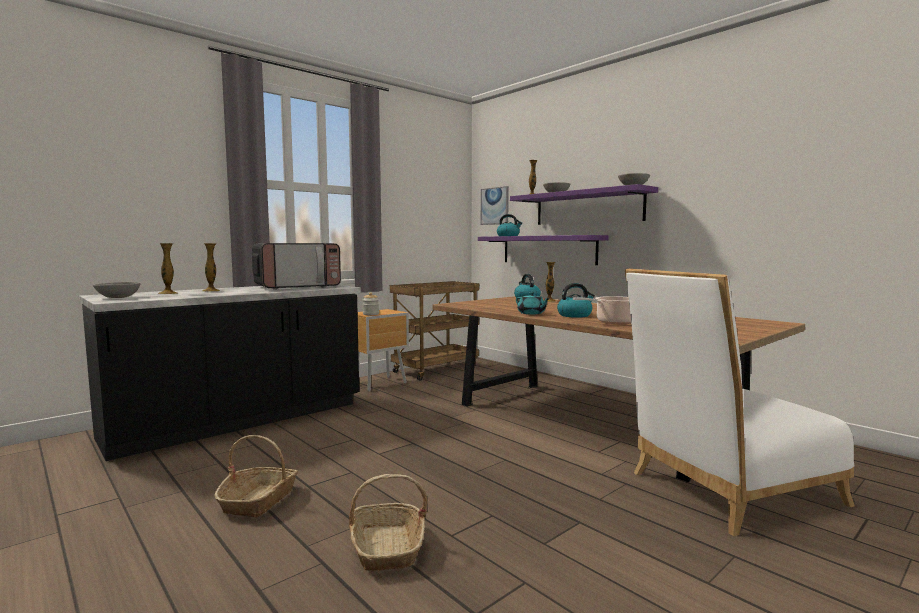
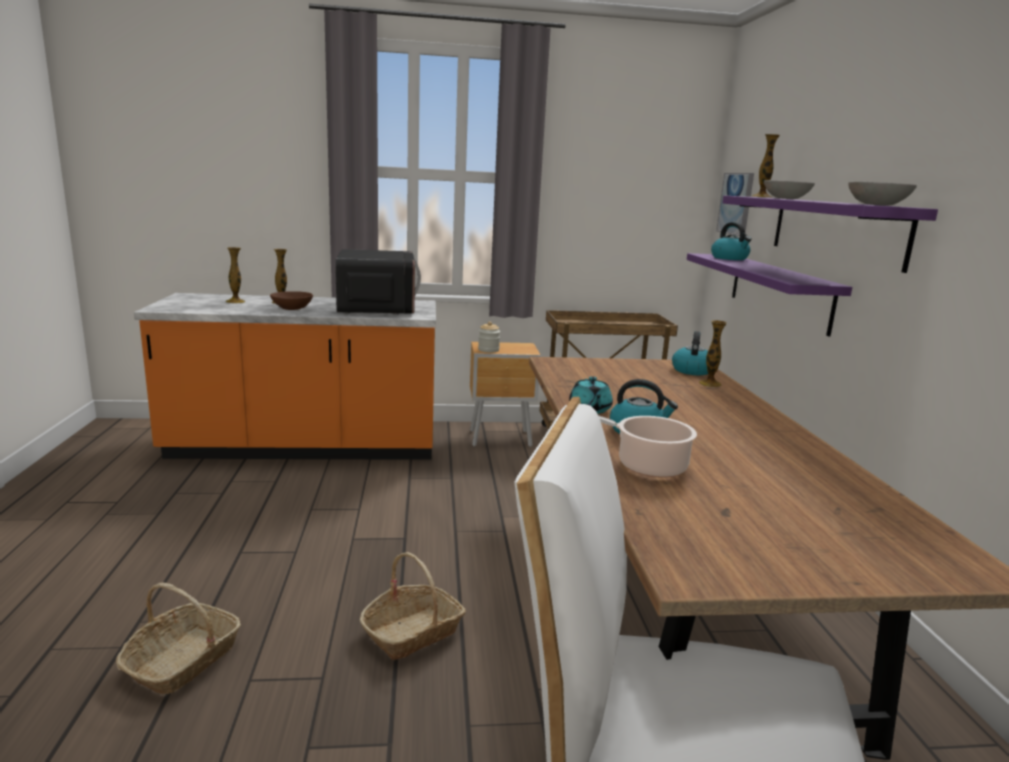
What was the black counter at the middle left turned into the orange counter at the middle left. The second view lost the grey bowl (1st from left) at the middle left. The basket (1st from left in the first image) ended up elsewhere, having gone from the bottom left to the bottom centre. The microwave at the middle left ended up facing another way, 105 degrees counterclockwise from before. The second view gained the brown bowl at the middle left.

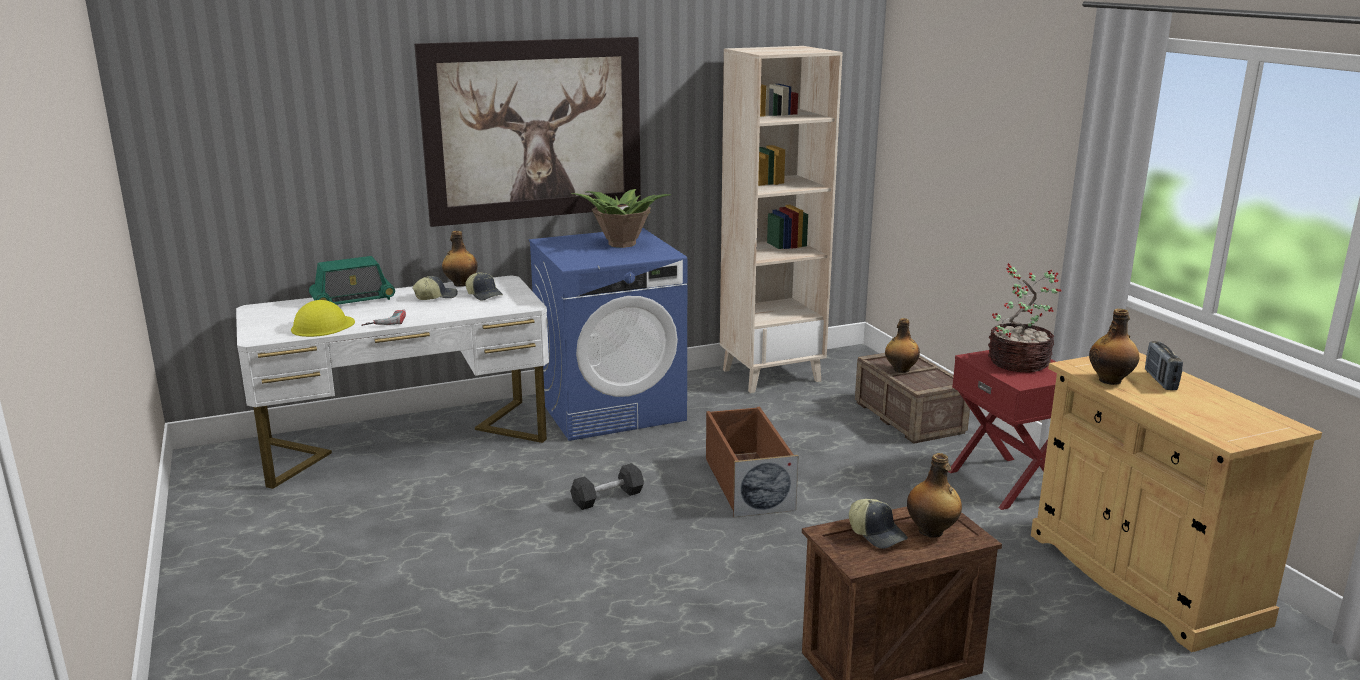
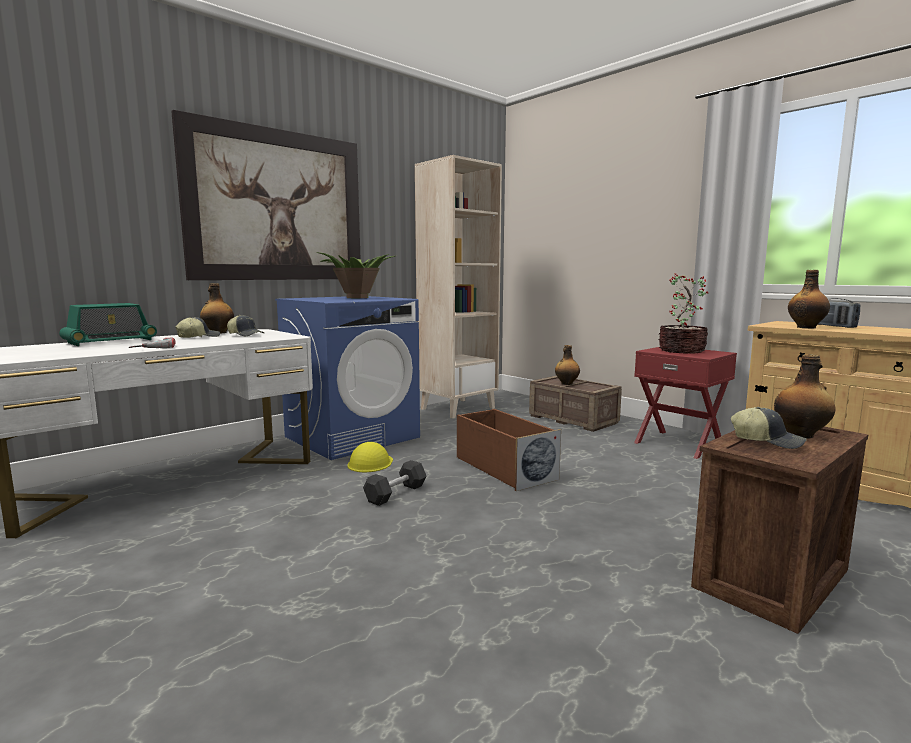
The yellow hard hat ended up elsewhere, having gone from the middle left to the centre.

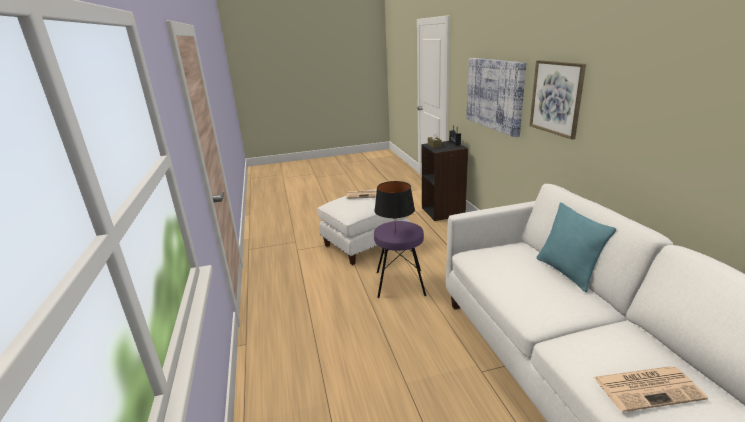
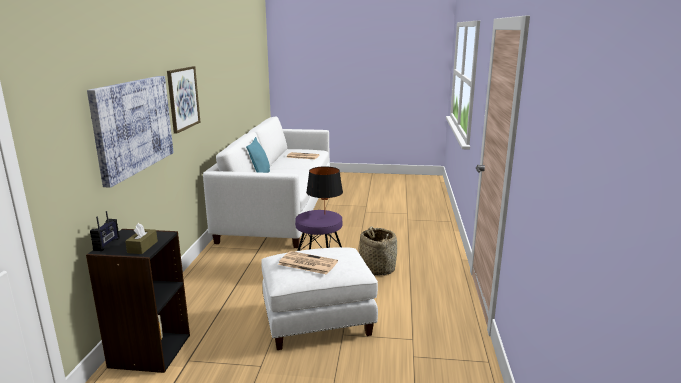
The second view gained the basket at the centre.

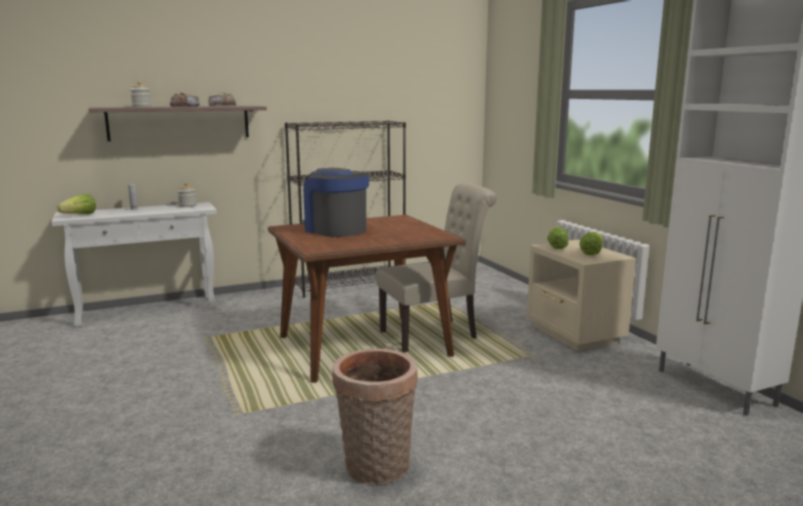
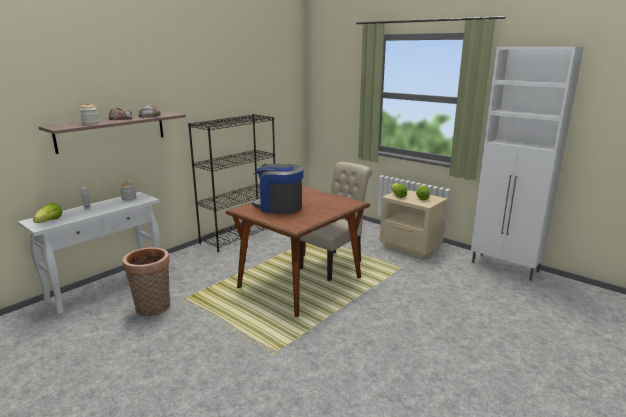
The basket ended up elsewhere, having gone from the bottom centre to the bottom left.

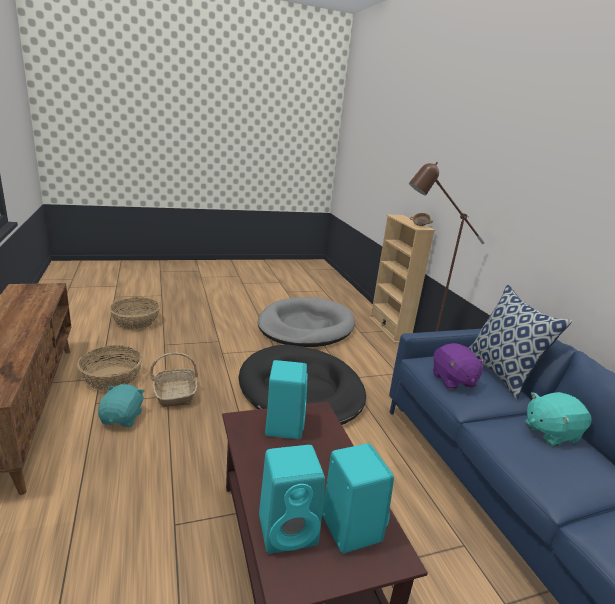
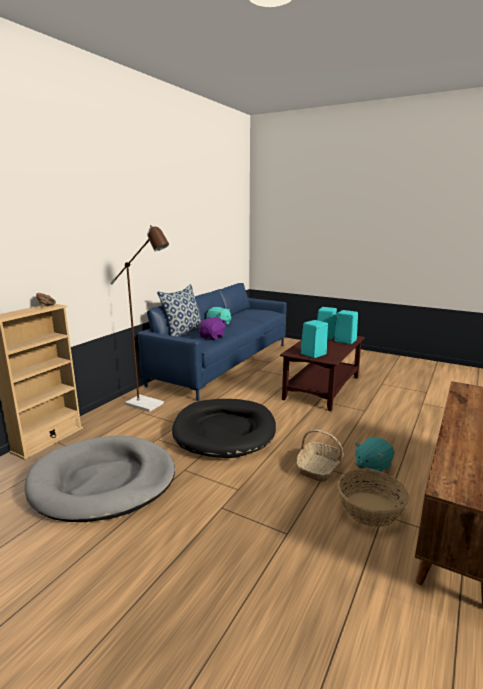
The second view lost the basket (2nd from left) at the middle left.

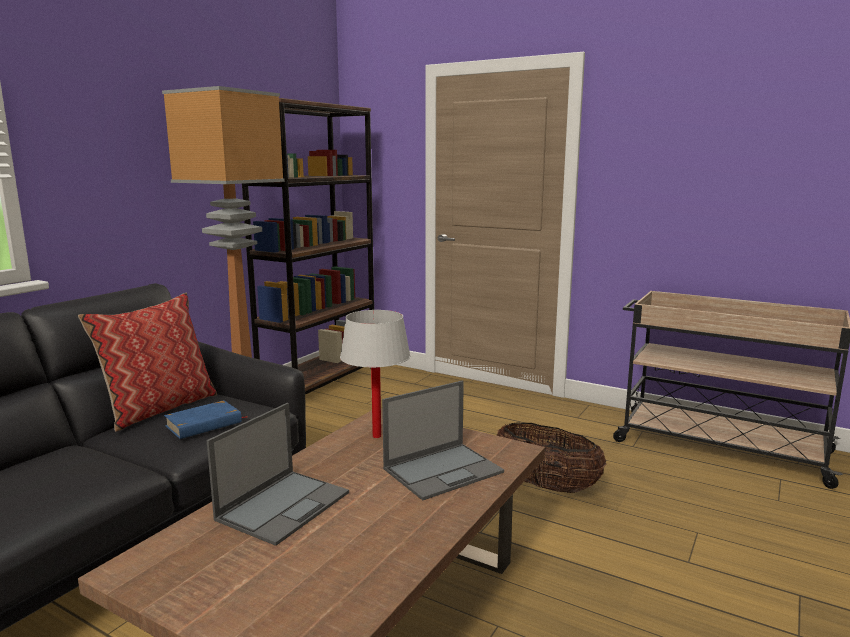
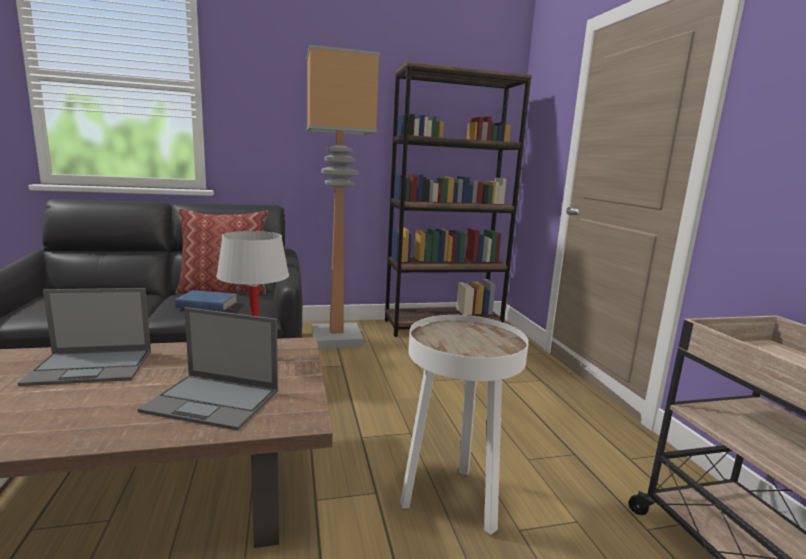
Where the basket stood at the bottom centre, the white side table came to stand at the bottom centre.

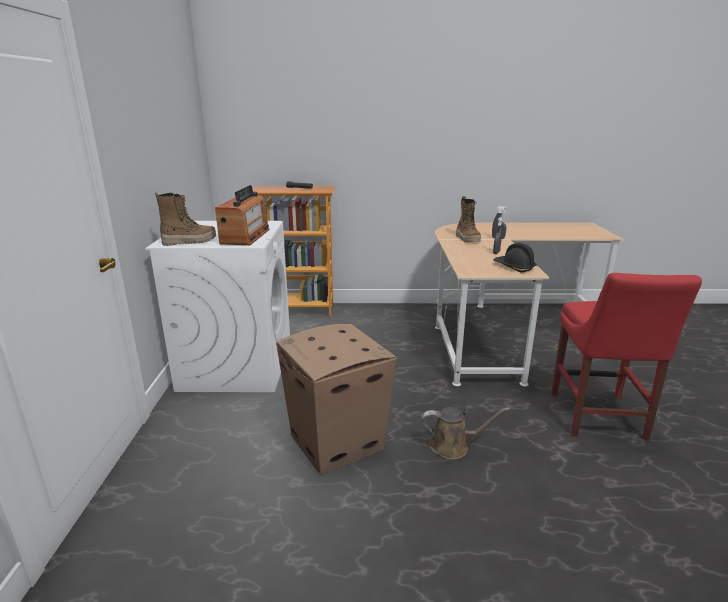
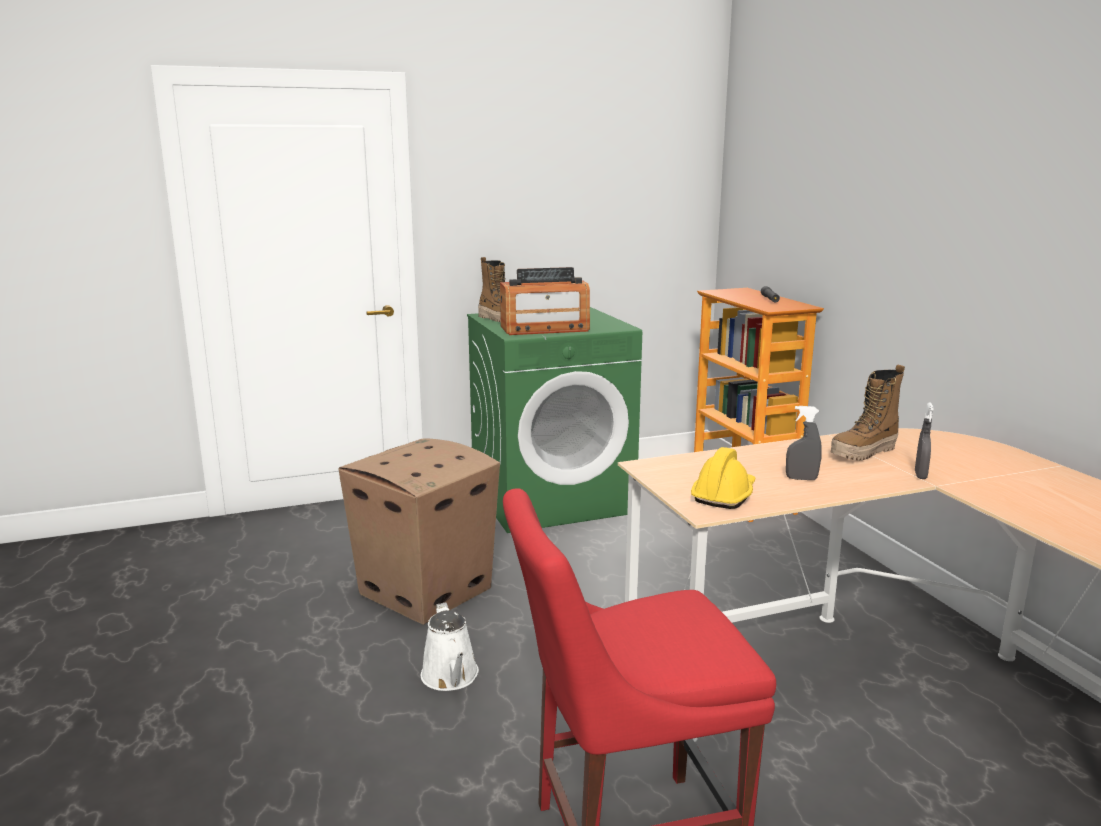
What was the white washing machine at the middle left turned into the green washing machine at the centre. What was the brown watering can at the bottom centre turned into the white watering can at the bottom centre. What was the black hard hat at the middle right turned into the yellow hard hat at the centre.

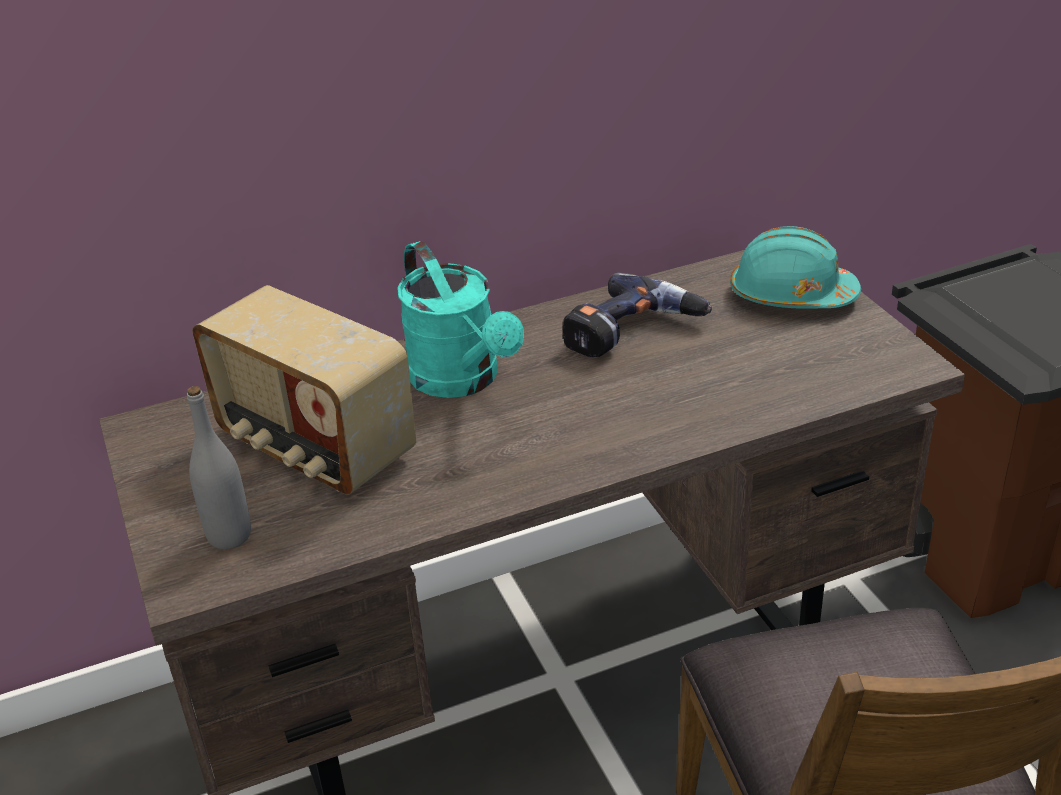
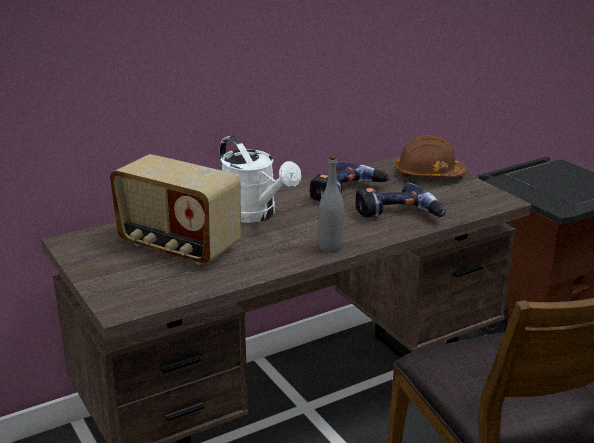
The grey bottle ended up elsewhere, having gone from the middle left to the centre. What was the turquoise watering can at the centre turned into the white watering can at the centre. What was the turquoise hard hat at the middle right turned into the brown hard hat at the middle right. The second view gained the power drill (2nd from left) at the middle right.

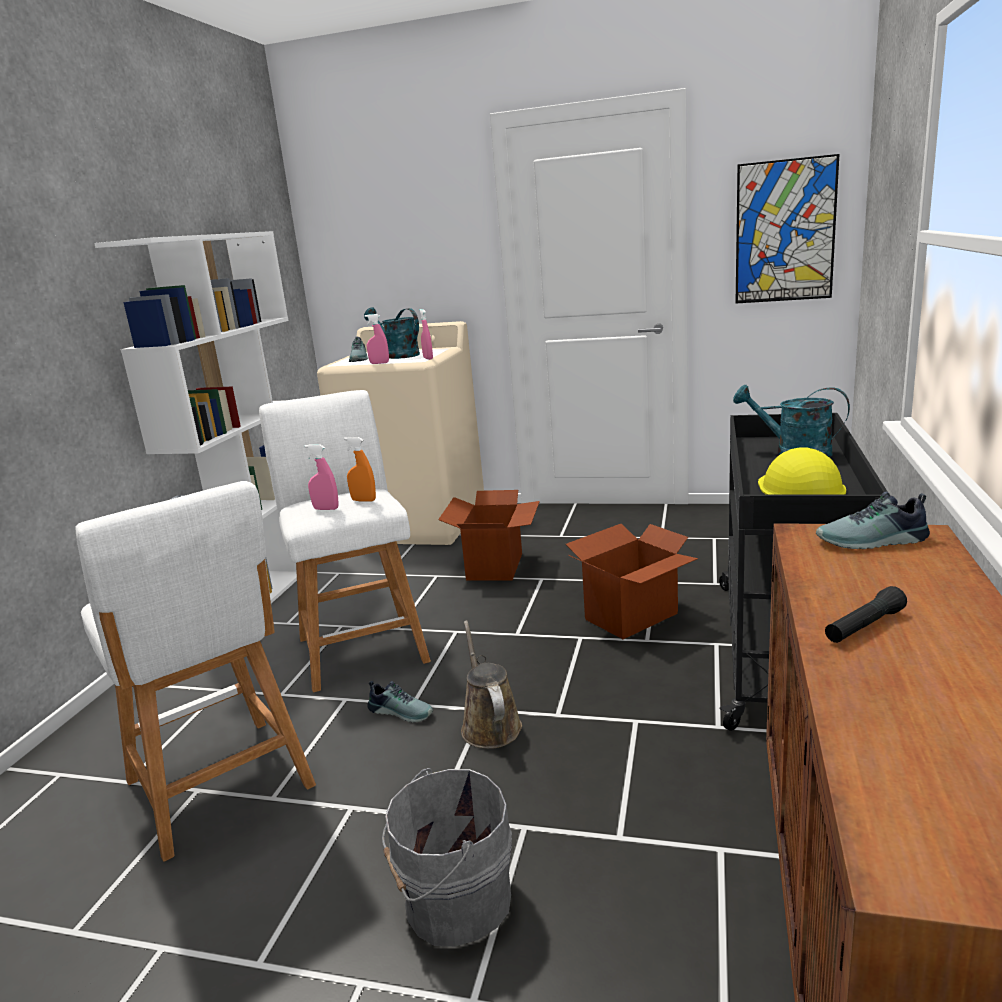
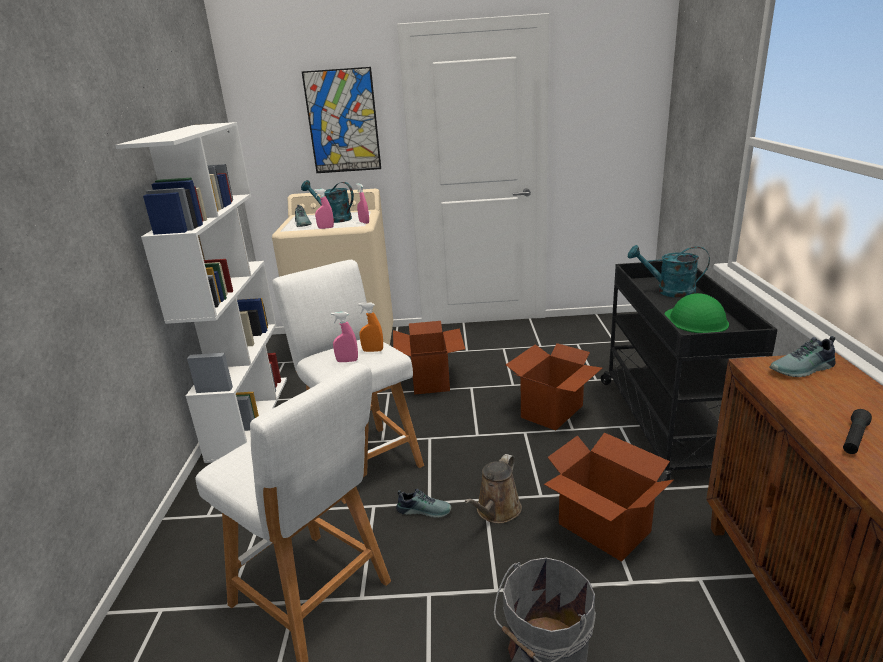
The brown watering can at the bottom centre ended up facing another way, 120 degrees counterclockwise from before. The picture ended up elsewhere, having gone from the top right to the top centre. What was the yellow hard hat at the middle right turned into the green hard hat at the middle right. The second view gained the cardboard box (3rd from left) at the bottom right.

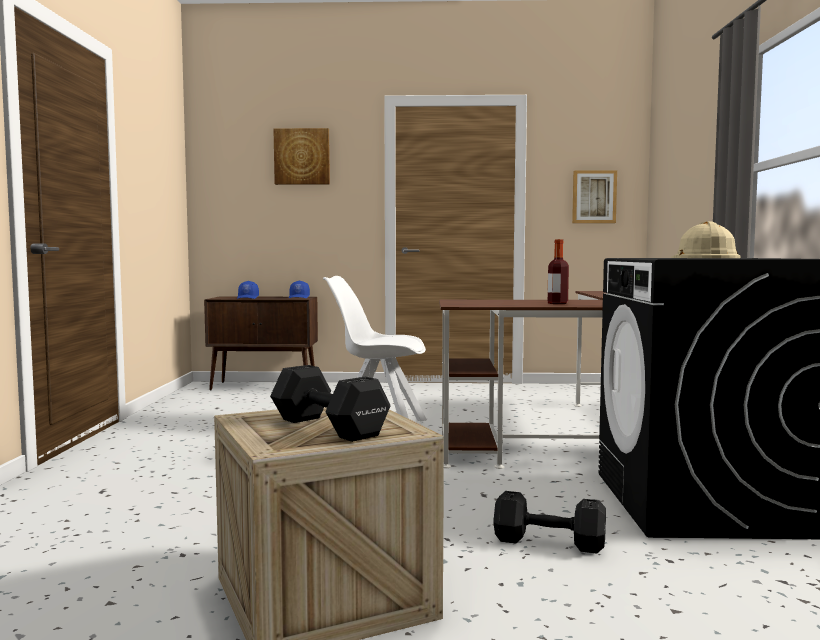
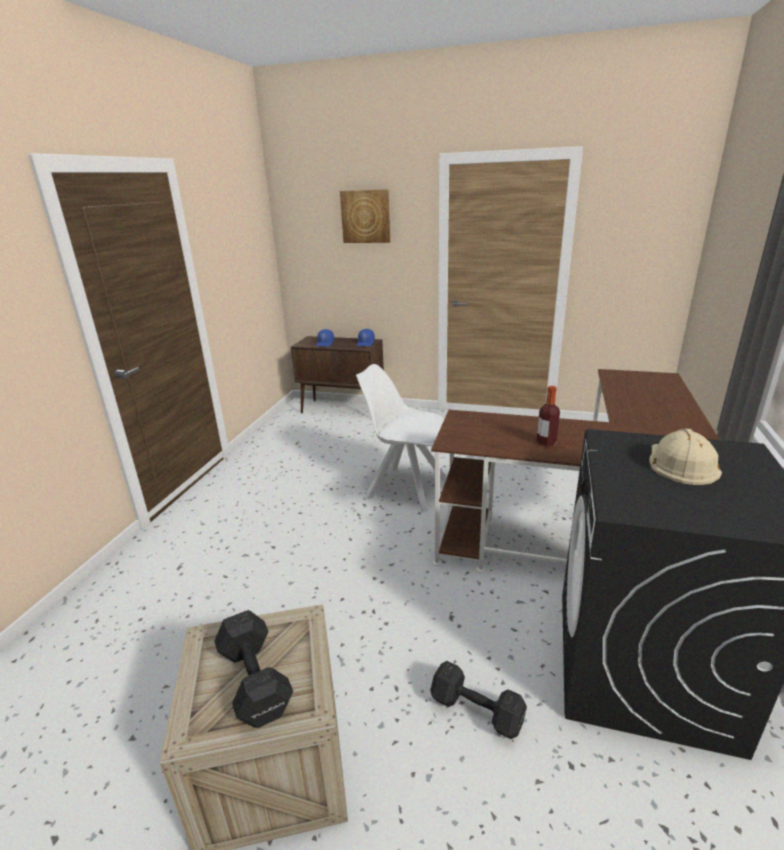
The second view lost the picture (2nd from left) at the top right.

